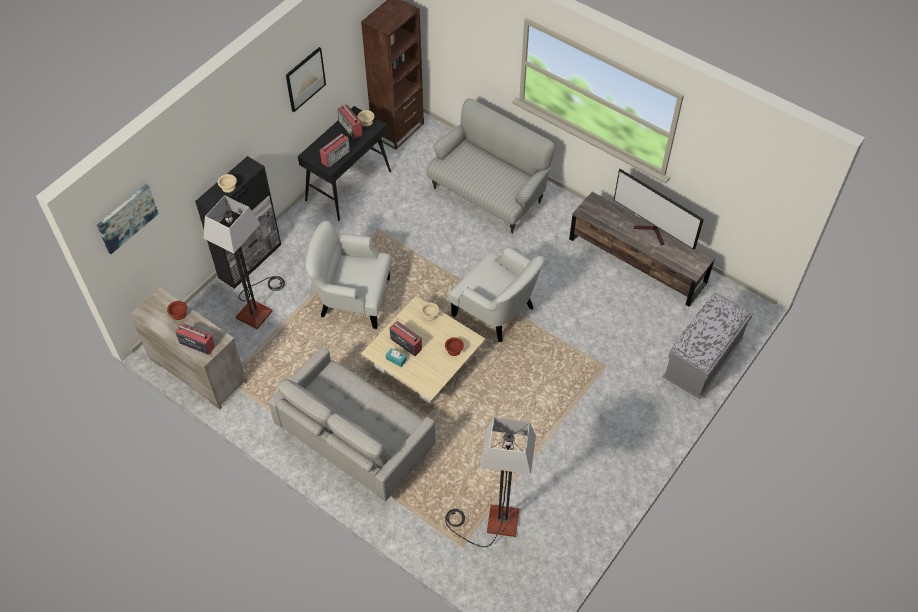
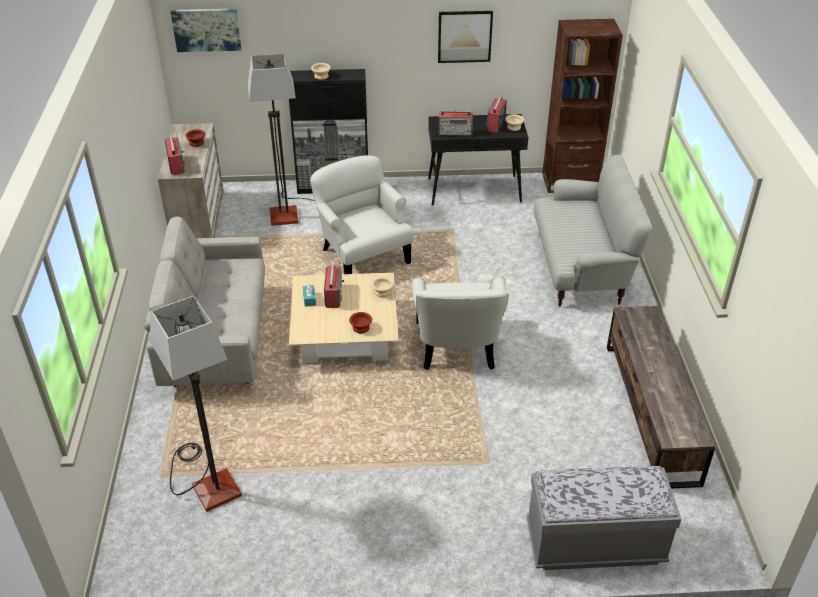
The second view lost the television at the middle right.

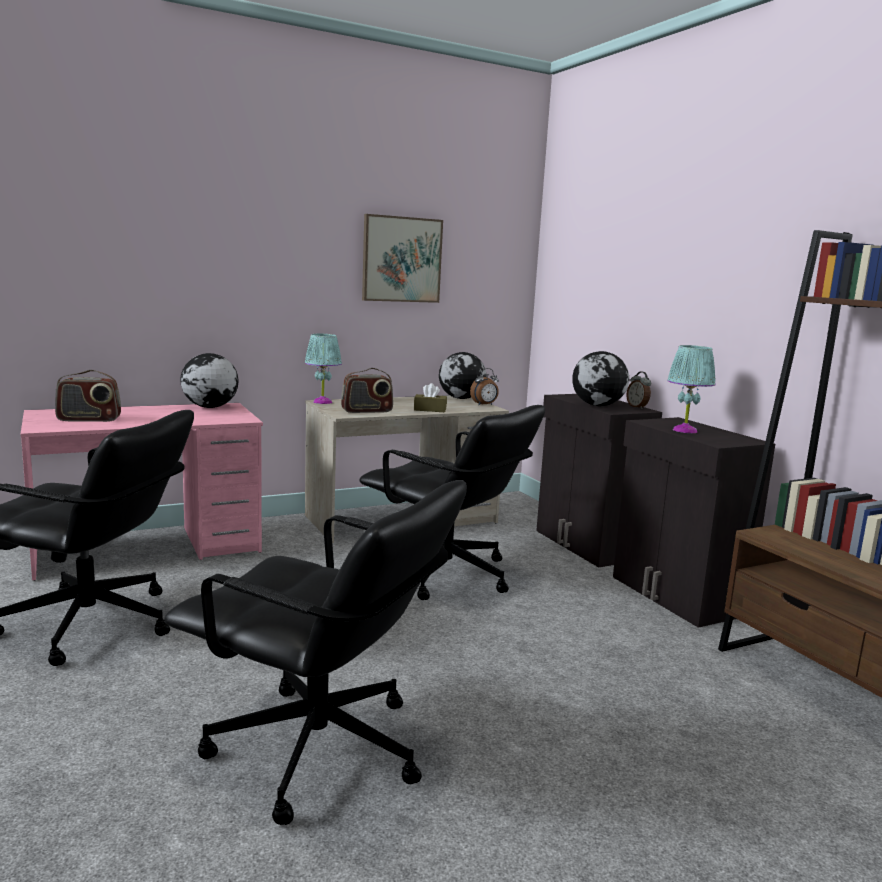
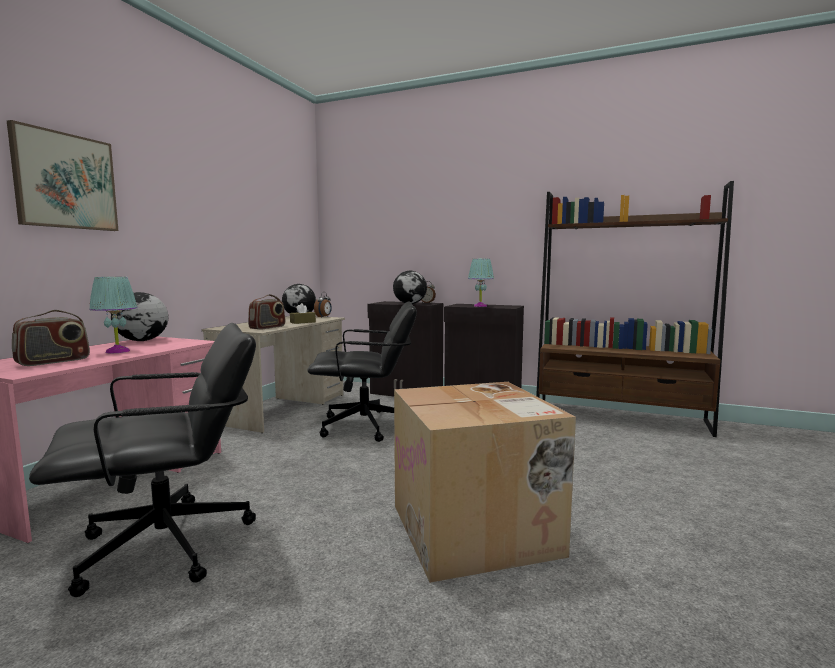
Where the black office chair (2nd from left) stood at the bottom centre, the cardboard box came to stand at the bottom centre. The turquoise table lamp (1st from left) ended up elsewhere, having gone from the centre to the middle left. The picture ended up elsewhere, having gone from the top centre to the top left.

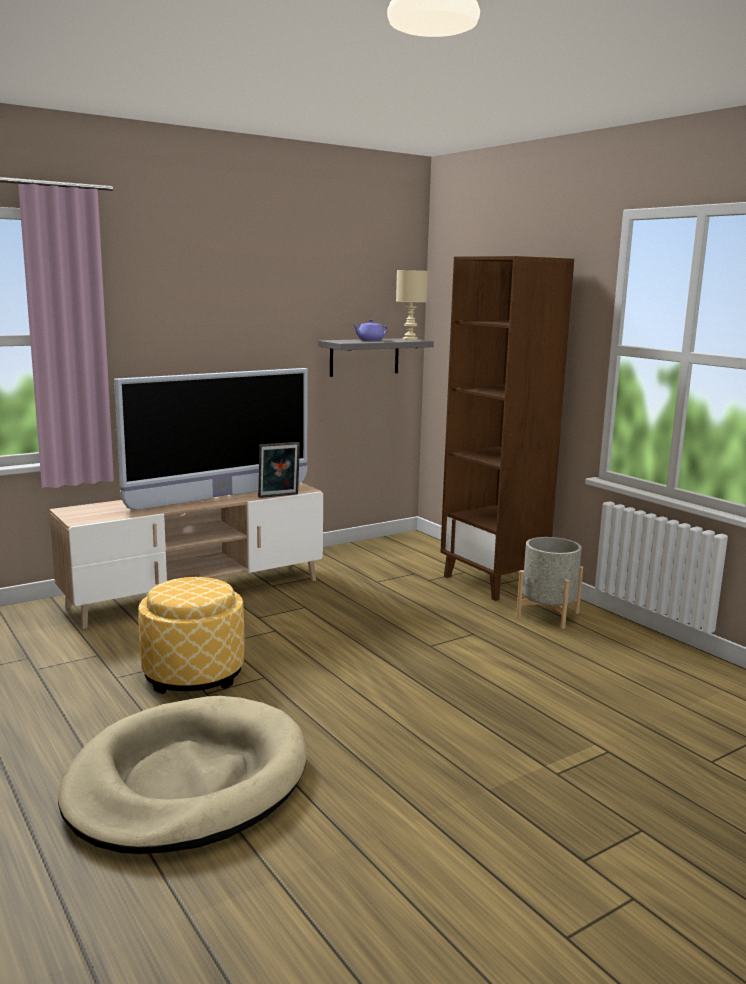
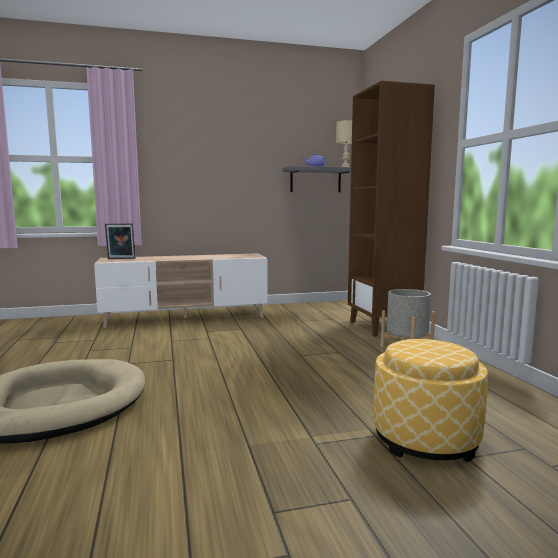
The second view lost the television at the middle left. The ottoman ended up elsewhere, having gone from the middle left to the bottom right. The picture frame ended up elsewhere, having gone from the centre to the middle left.

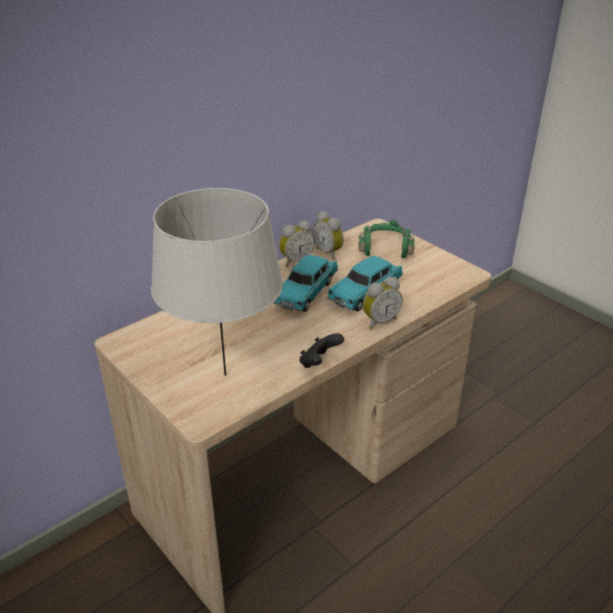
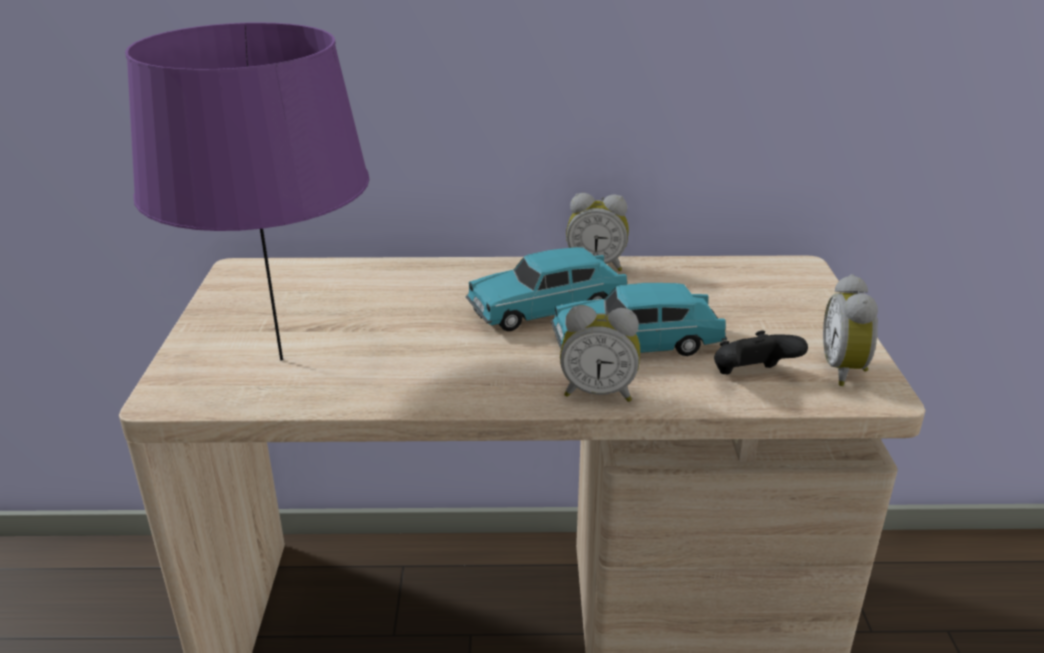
What was the grey table lamp at the centre turned into the purple table lamp at the top left. The black game controller ended up elsewhere, having gone from the centre to the middle right. The alarm clock (2nd from left in the first image) ended up elsewhere, having gone from the centre to the middle right. The second view lost the green headphones at the centre.

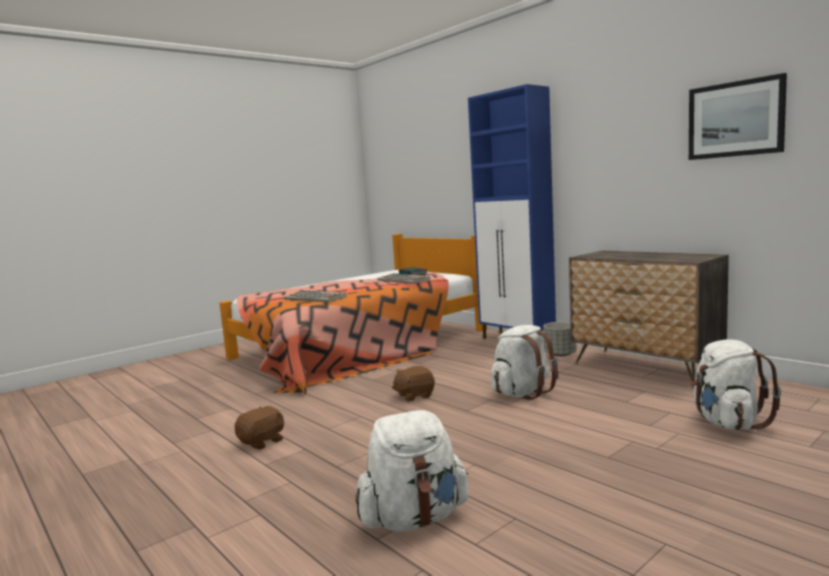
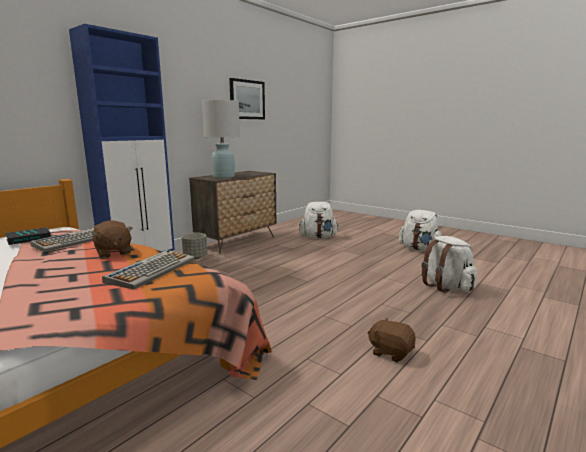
The brown plush toy (2nd from left in the first image) ended up elsewhere, having gone from the centre to the middle left. The white backpack (2nd from left) ended up elsewhere, having gone from the centre to the middle right. The second view gained the white table lamp at the top centre.

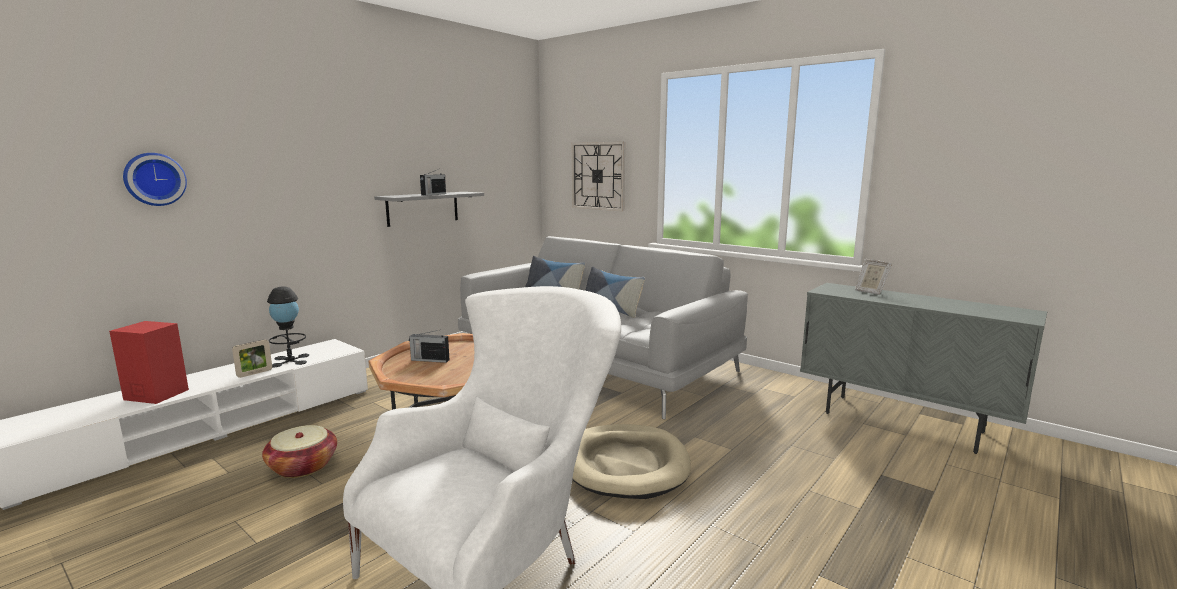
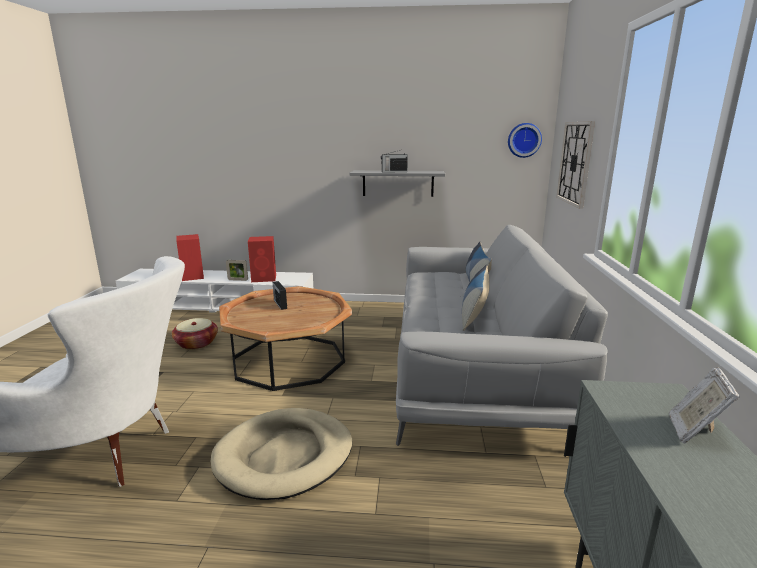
The wall clock (1st from left) ended up elsewhere, having gone from the top left to the top right. Where the black table lamp stood at the middle left, the red speaker (2nd from left) came to stand at the centre.

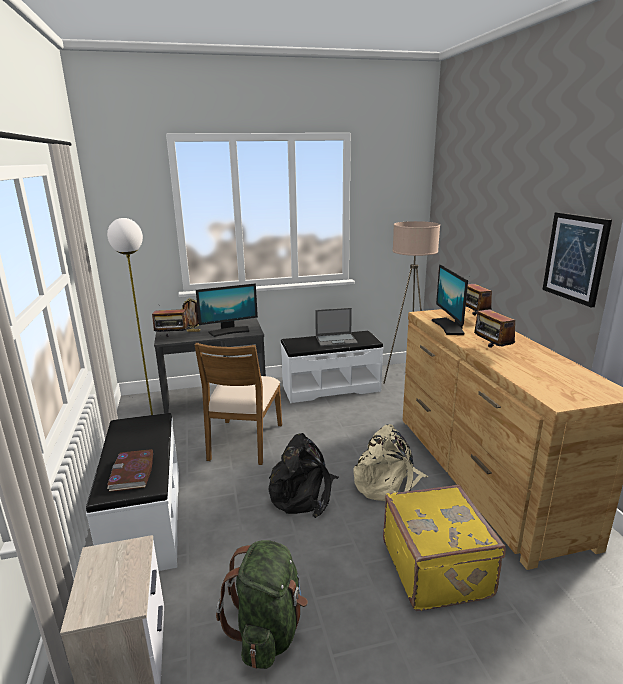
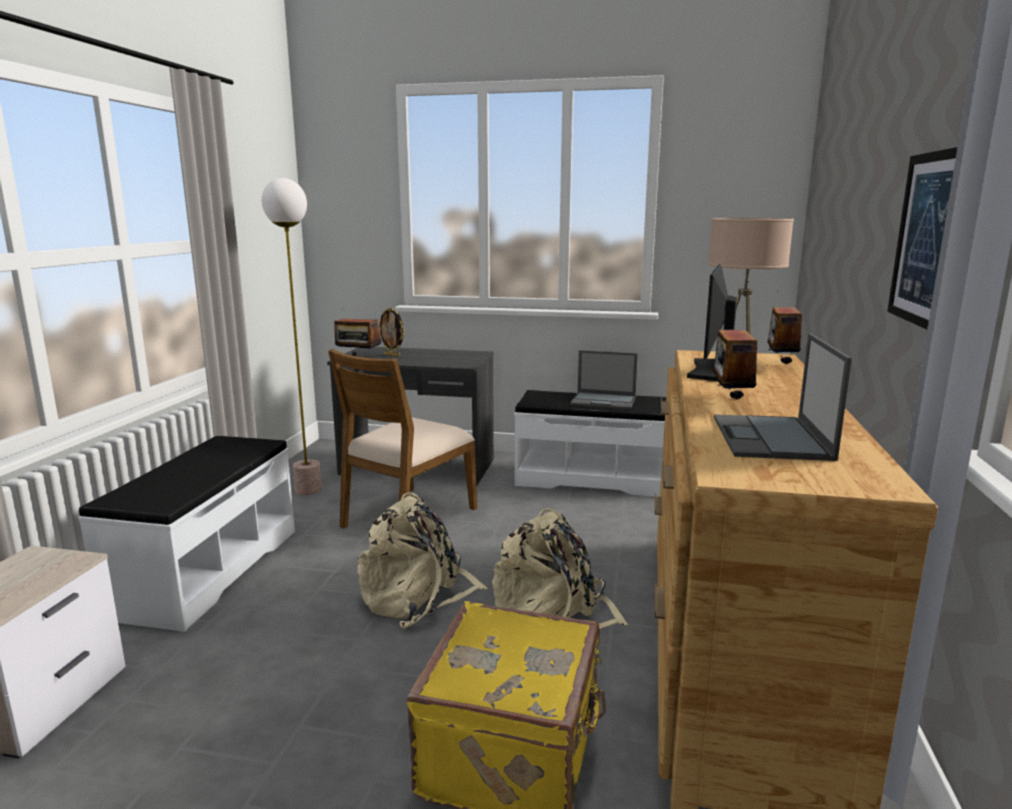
The second view lost the book at the bottom left. The second view lost the monitor (1st from left) at the centre. The second view lost the green backpack at the bottom centre. What was the black backpack at the bottom centre turned into the beige backpack (1st from left) at the bottom centre. The second view gained the laptop (2nd from left) at the middle right.

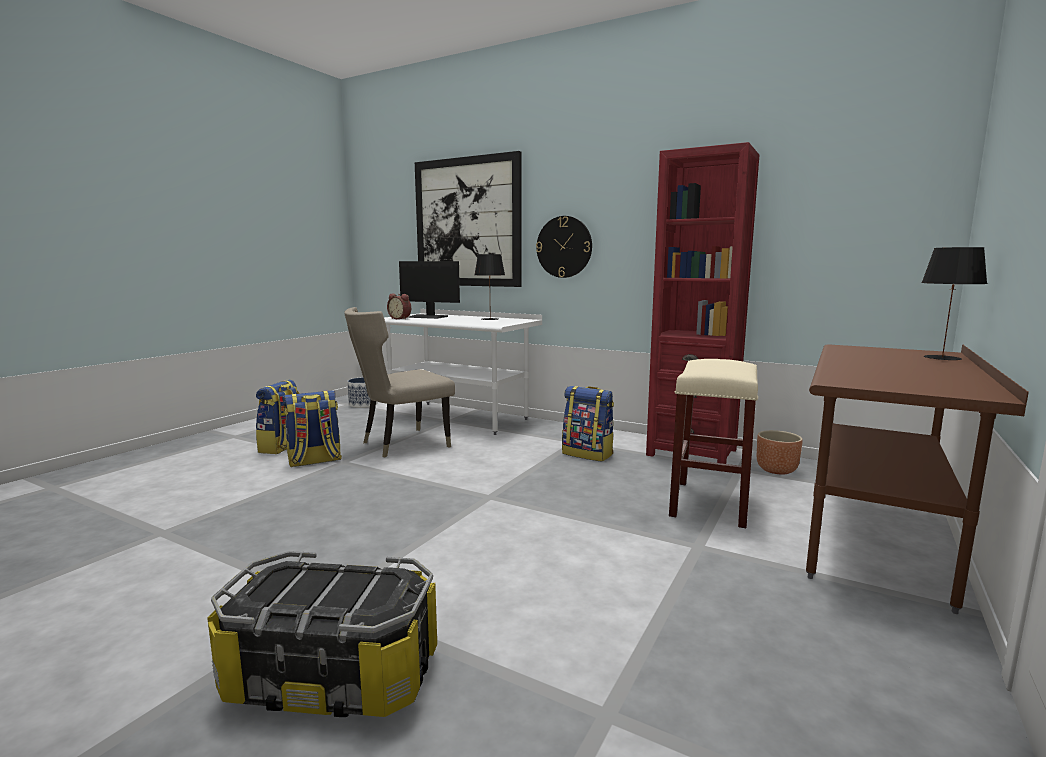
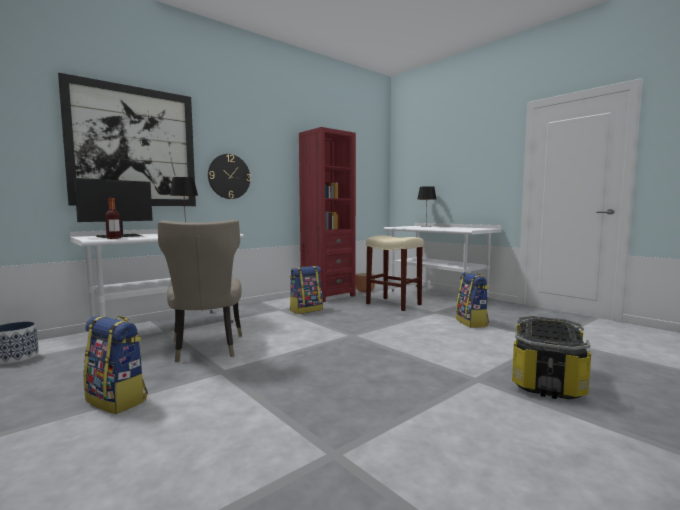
The backpack (2nd from left in the first image) ended up elsewhere, having gone from the middle left to the middle right. Where the alarm clock stood at the centre, the bottle came to stand at the middle left. What was the brown desk at the middle right turned into the white desk (2nd from left) at the centre.

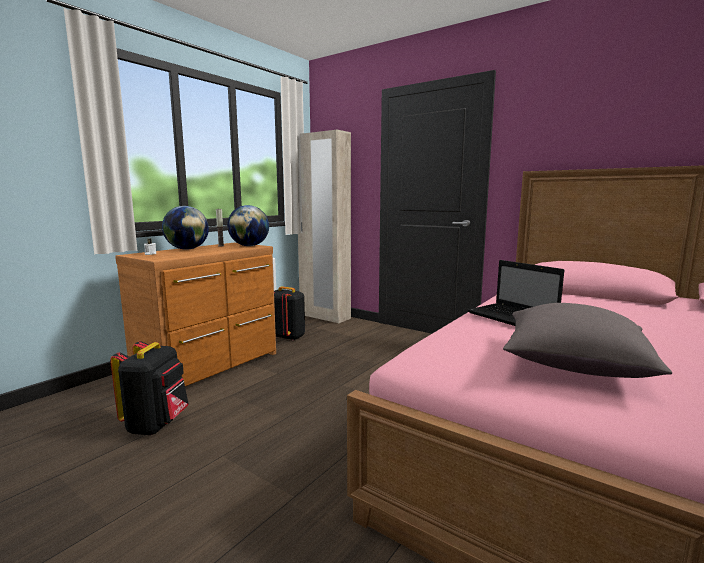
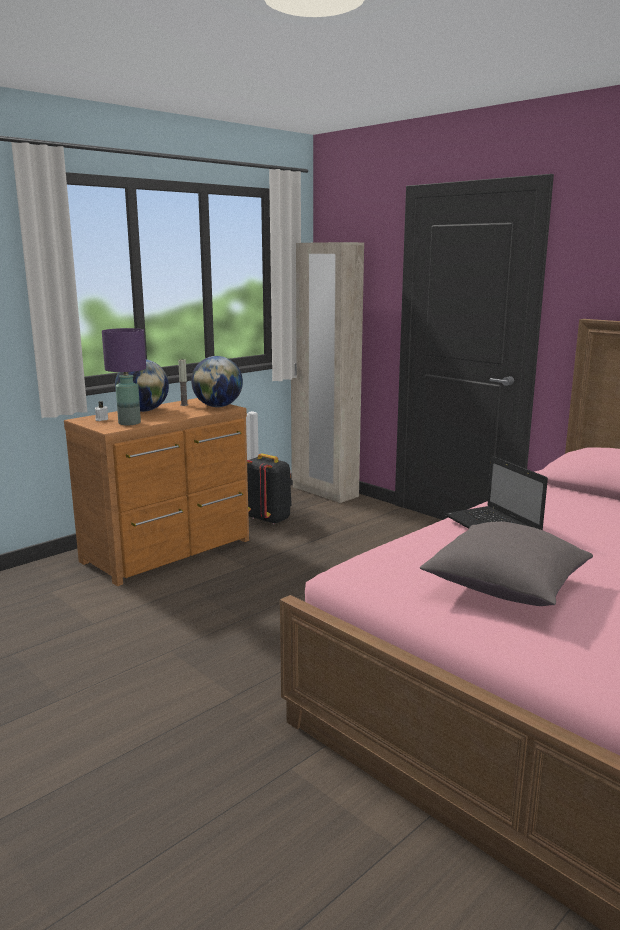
The second view lost the black backpack (1st from left) at the bottom left. The second view gained the purple table lamp at the middle left.

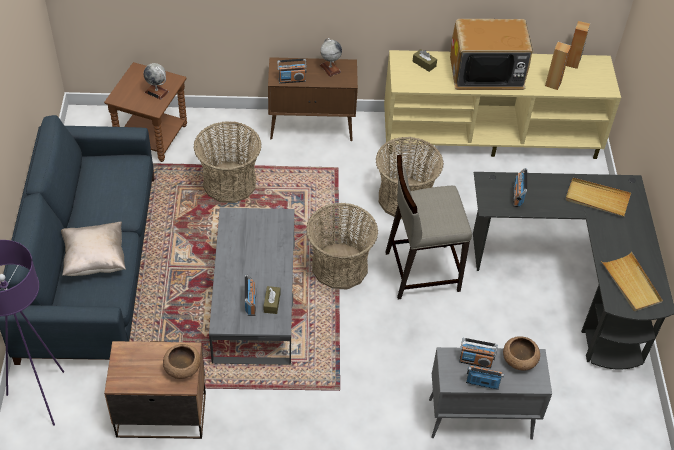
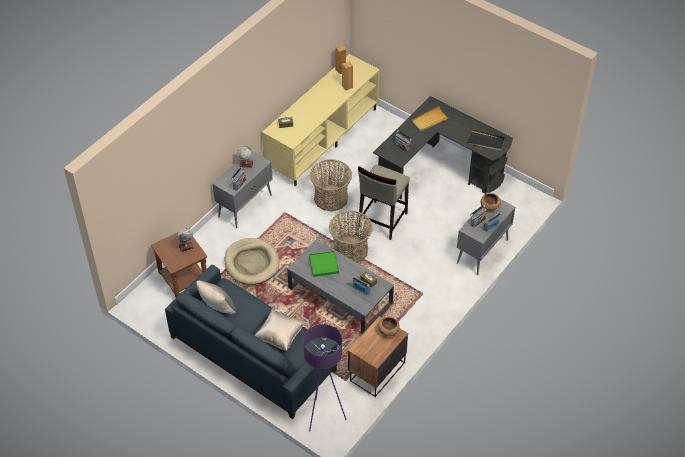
Where the basket (1st from left) stood at the centre, the beige dog bed came to stand at the centre. What was the brown cabinet at the top centre turned into the grey cabinet (1st from left) at the centre. The second view lost the television at the top right. What was the beige tray (2nd from left) at the middle right turned into the black tray at the top right. The second view gained the beige pillow (1st from left) at the middle left. The second view gained the green tray at the centre.

